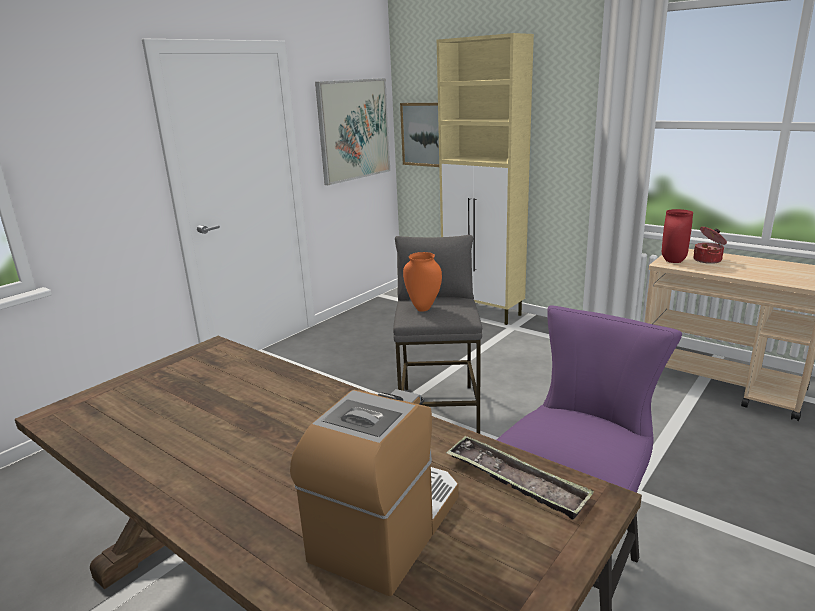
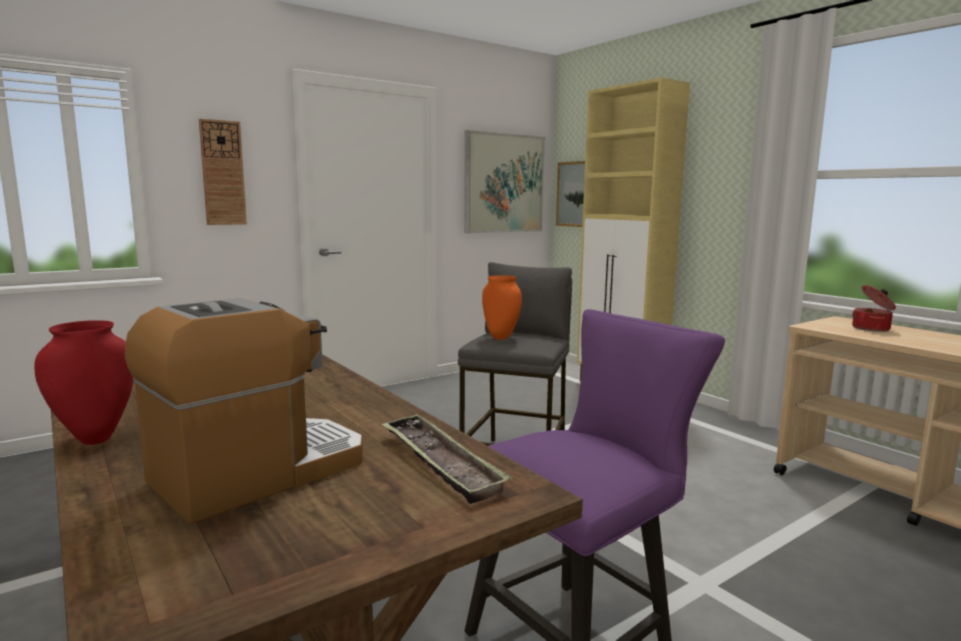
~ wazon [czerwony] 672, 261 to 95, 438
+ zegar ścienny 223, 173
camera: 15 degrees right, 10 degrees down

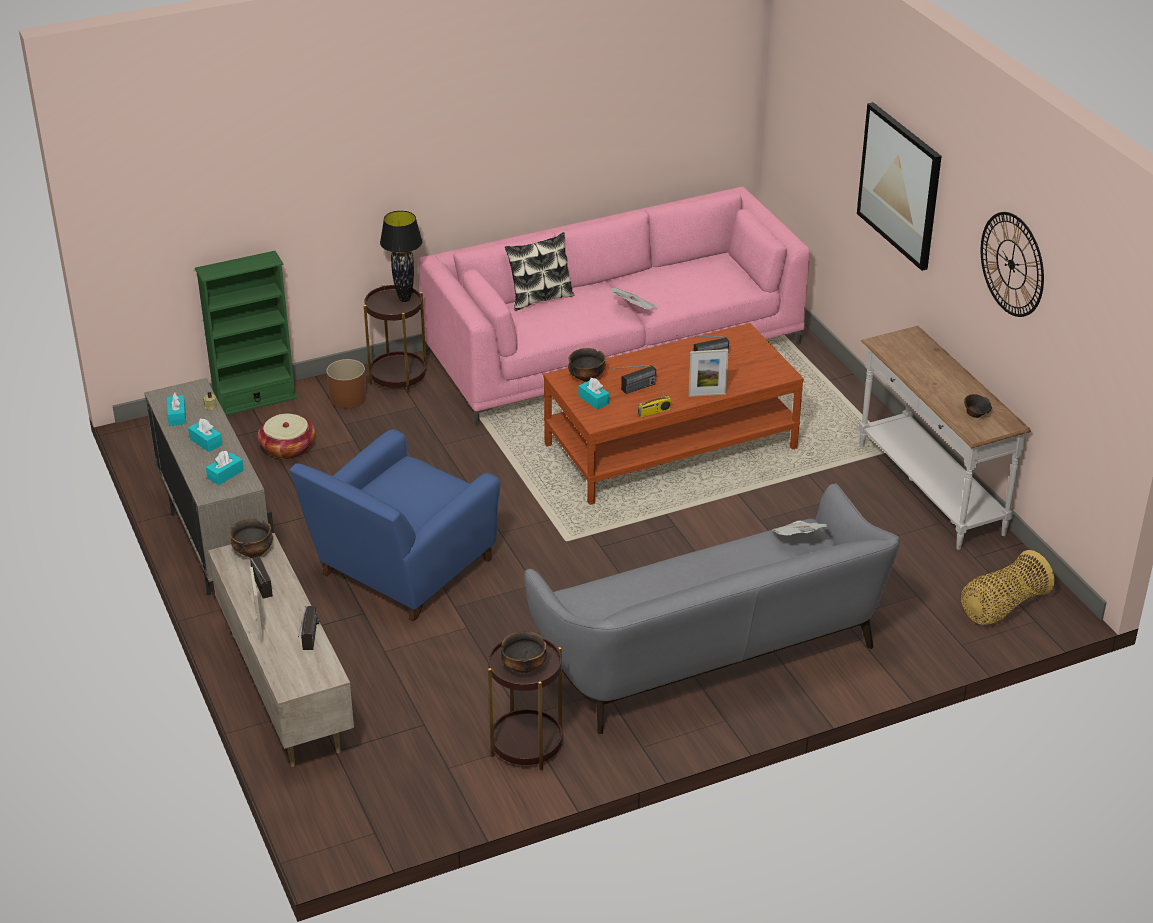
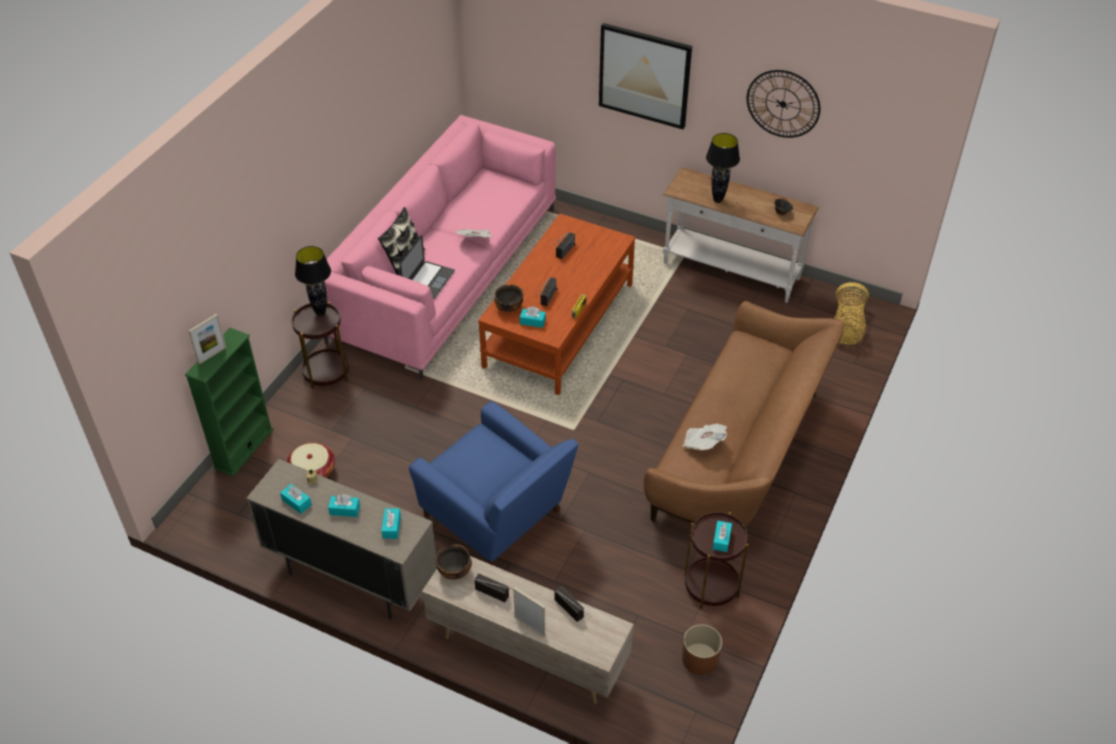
~ fotel [niebieski] 401, 571 = 498, 516 45 degrees counterclockwise
~ donica [brązowy] 347, 398 to 699, 659
~ miska 523, 667 to pudełko chusteczek [turkusowy] 721, 539
~ kanapa [szary] 712, 654 to kanapa [brązowy] 740, 453
~ ramka na zdjęcie 707, 395 to 212, 355
~ gazeta 798, 539 to 703, 443
+ laptop 428, 280
+ lampa stołowa [czarny] 717, 200
camera: 40 degrees left, 10 degrees up

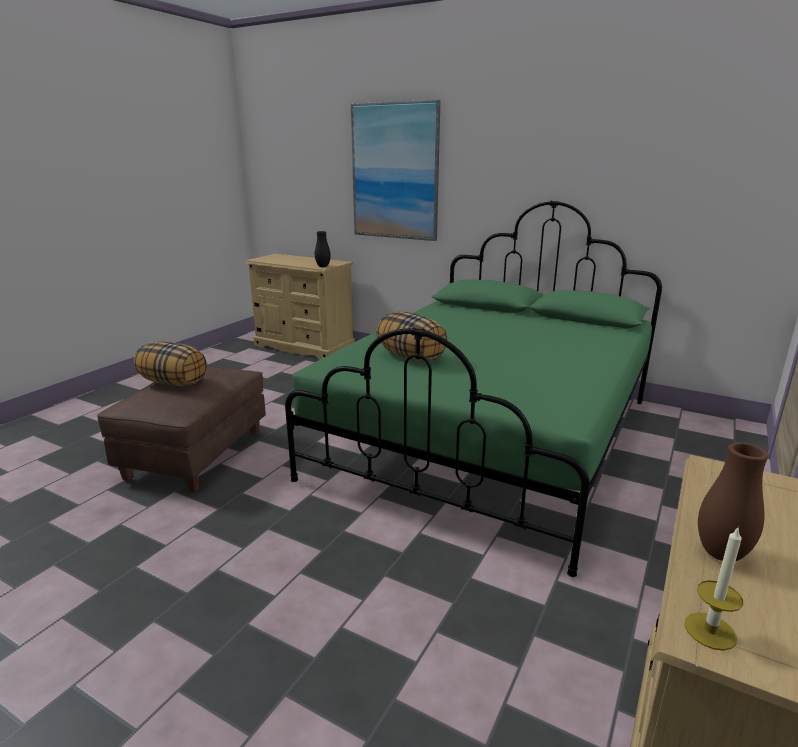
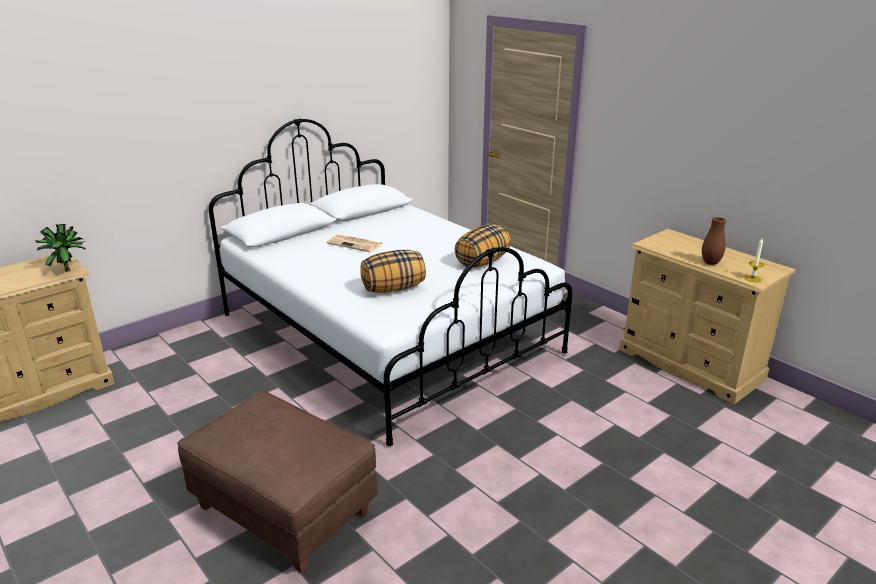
~ poduszka 174, 383 to 482, 262
~ łóżko [zielony] 491, 437 to łóżko [biały] 388, 333
~ wazon [czarny] 323, 266 to roślina doniczkowa 67, 270
- obraz 395, 172
+ gazeta 355, 244
camera: 70 degrees left, 5 degrees up

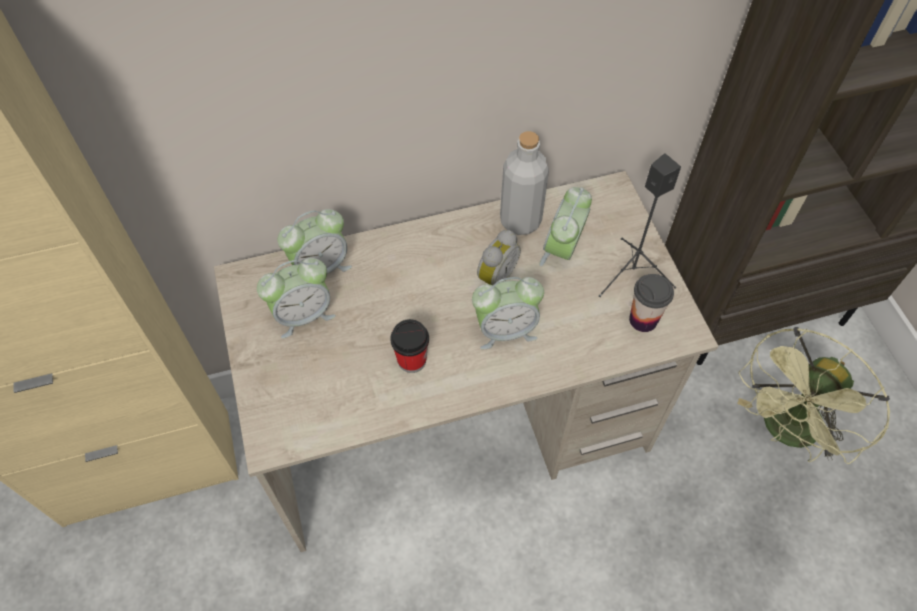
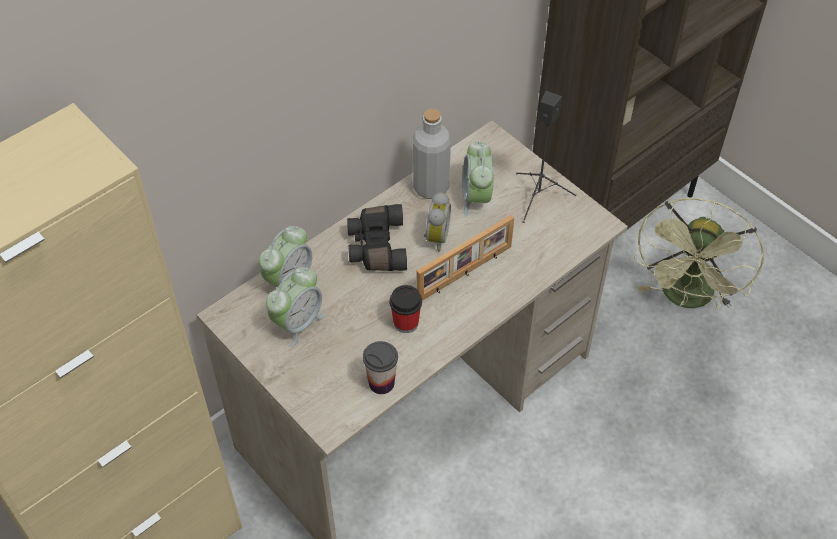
~ budzik 505, 330 to ramka na zdjęcie 465, 273
~ filiżanka 643, 320 to 381, 383
+ lornetka [czarny] 376, 246
camera: 25 degrees left, 5 degrees down

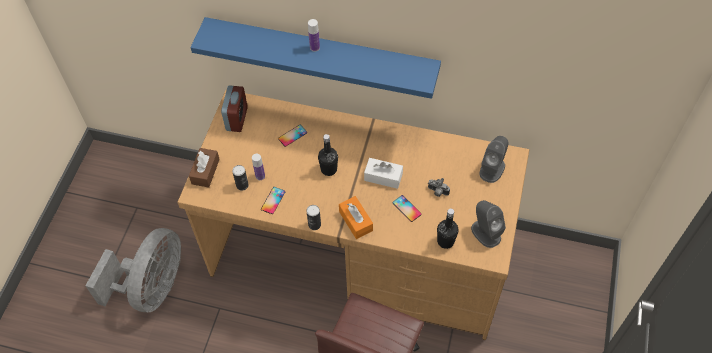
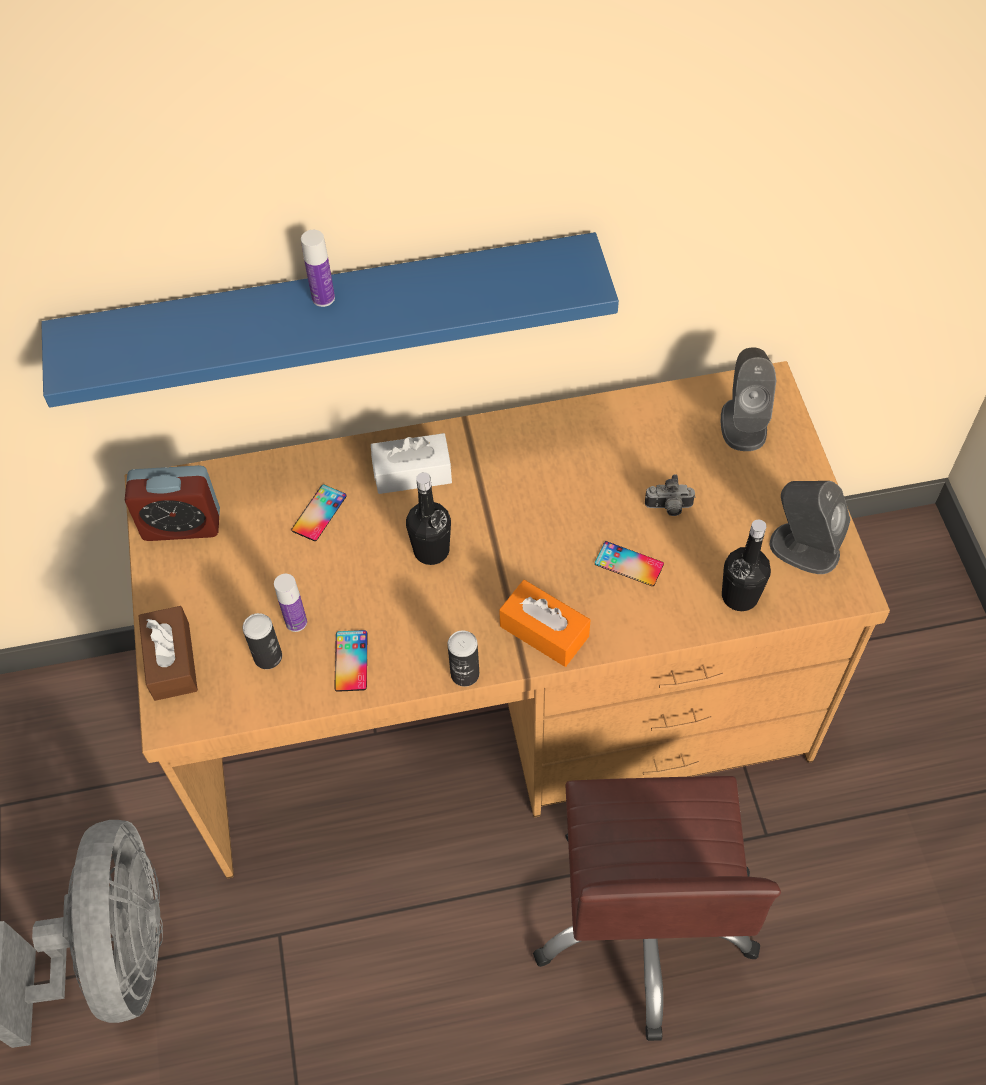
~ budzik 237, 119 = 182, 525 105 degrees clockwise
~ pudełko chusteczek [biały] 383, 177 to 412, 473
camera: 25 degrees left, 0 degrees up

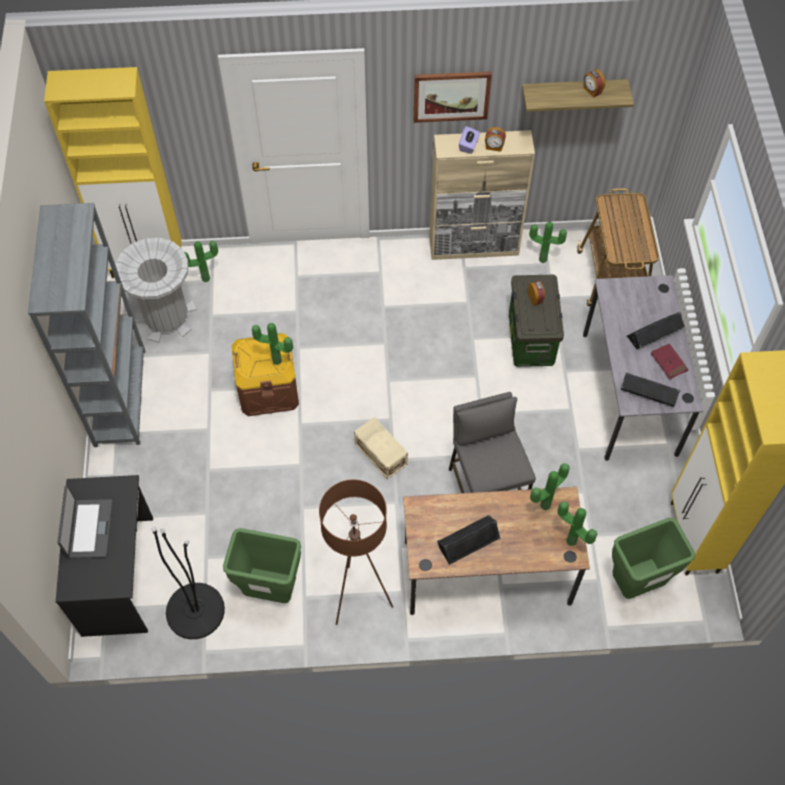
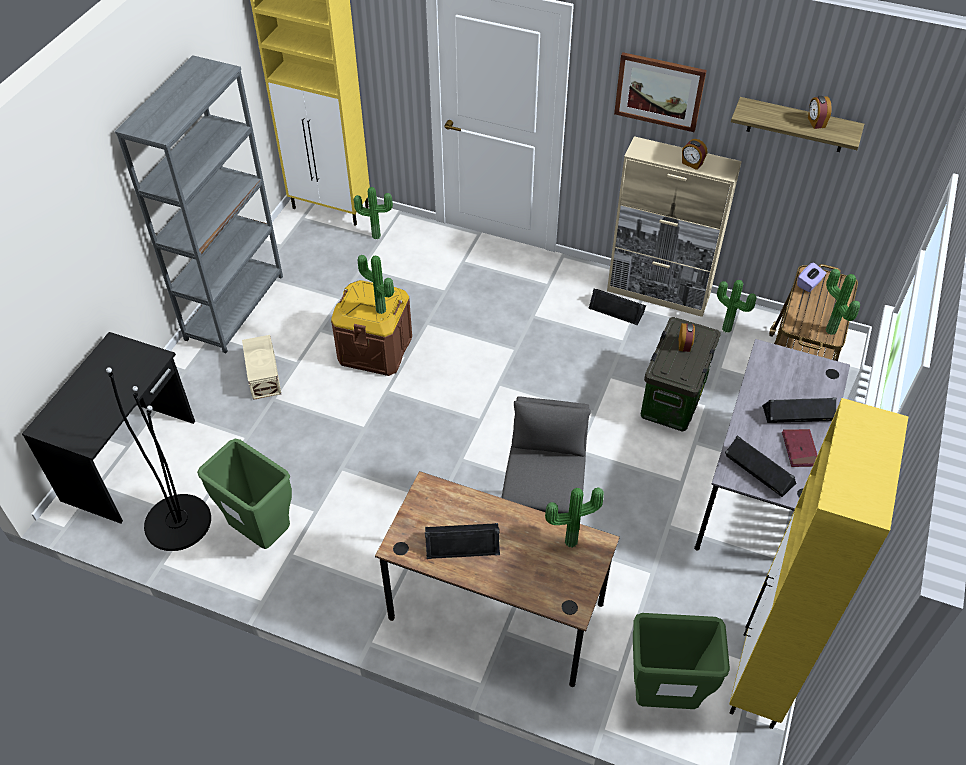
- laptop 89, 529
- kosz na śmieci [szary] 166, 317
- lampa stojąca [brązowy] 359, 598
~ pojemnik do przechowywania [beżowy] 381, 452 to 264, 375
~ pudełko chusteczek [fioletowy] 468, 145 to 809, 284
~ roślina doniczkowa 570, 543 to 829, 331
+ głośnik [czarny] 617, 309
camera: 25 degrees right, 10 degrees down

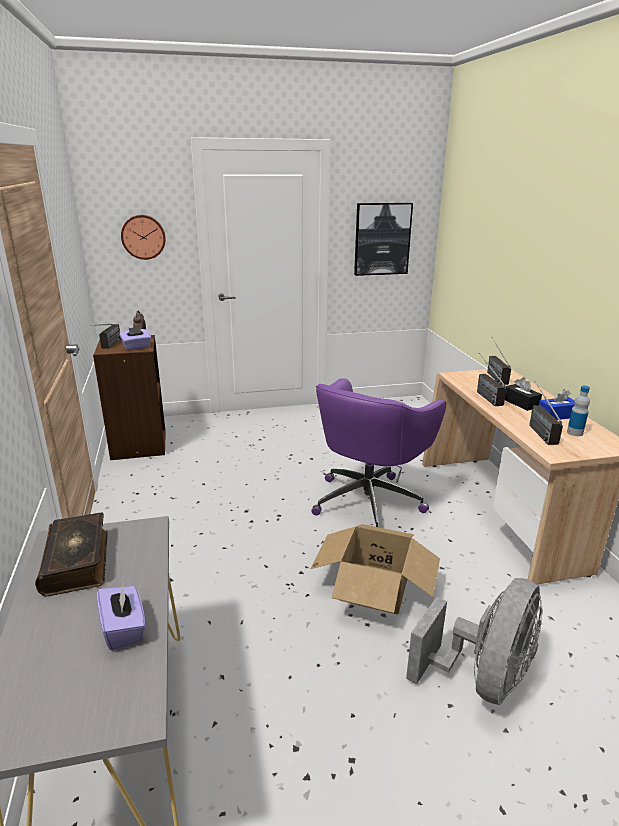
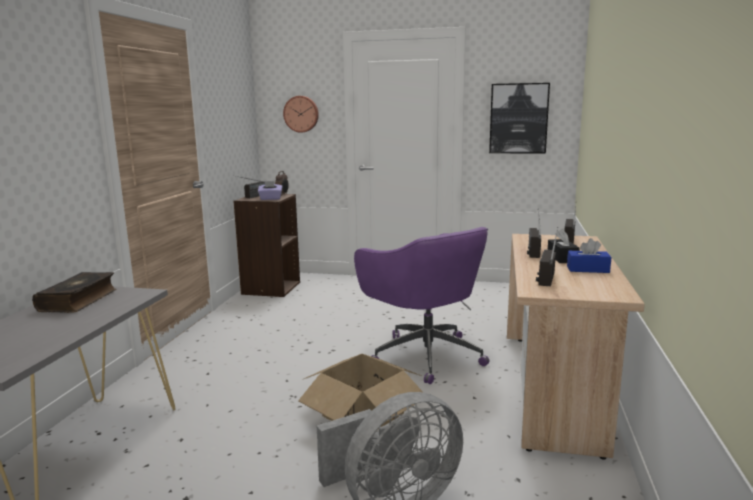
- pudełko chusteczek [fioletowy] 124, 629
~ krzesło biurowe [fioletowy] 369, 501 = 425, 354 90 degrees counterclockwise
- butelka 574, 433
camera: 25 degrees right, 10 degrees down

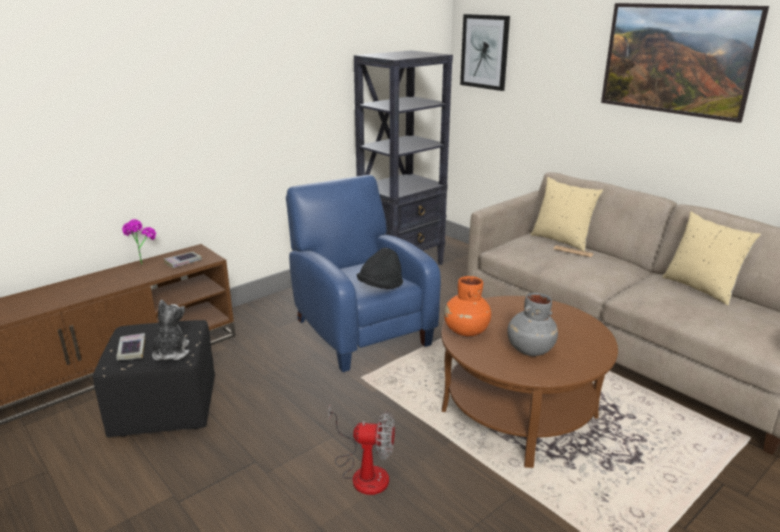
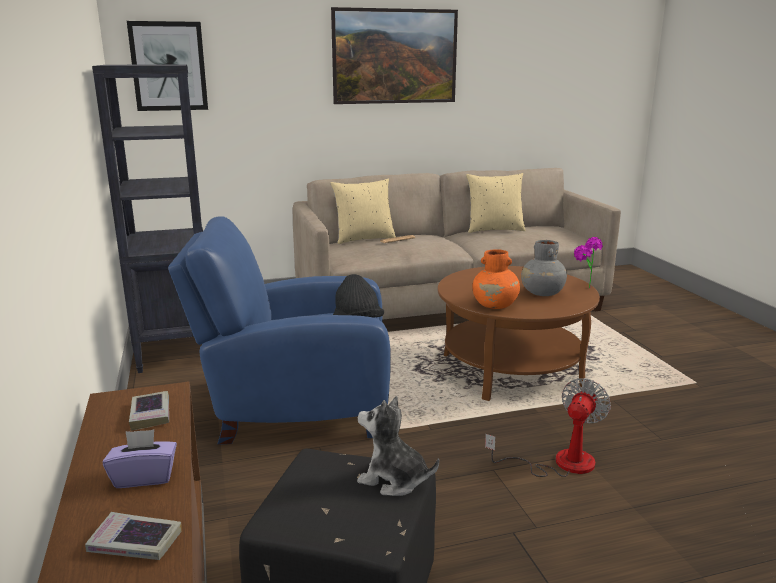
~ książka 131, 350 to 135, 543
~ roślina doniczkowa 143, 262 to 582, 287
+ pudełko chusteczek [fioletowy] 144, 477
camera: 65 degrees left, 5 degrees down

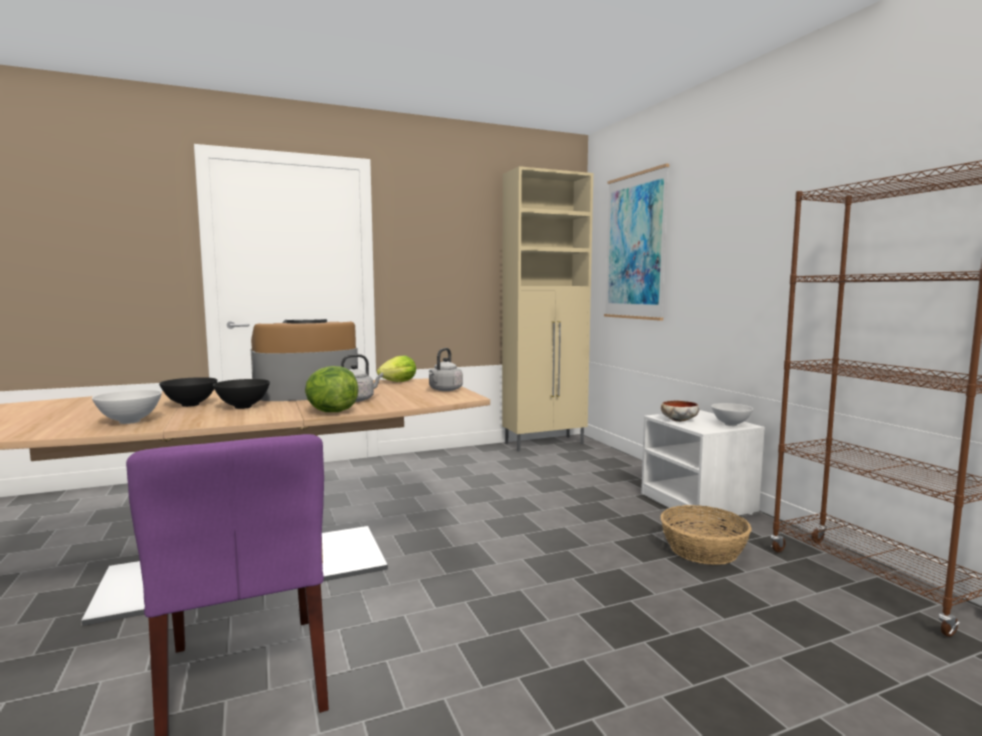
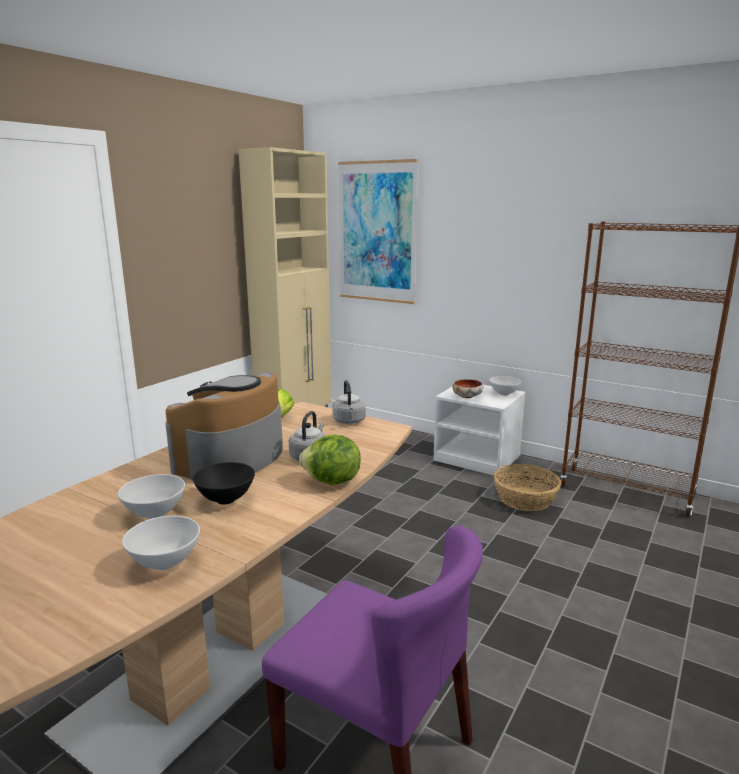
~ miska [czarny] 191, 405 to miska [biały] 155, 514
camera: 35 degrees left, 10 degrees up

